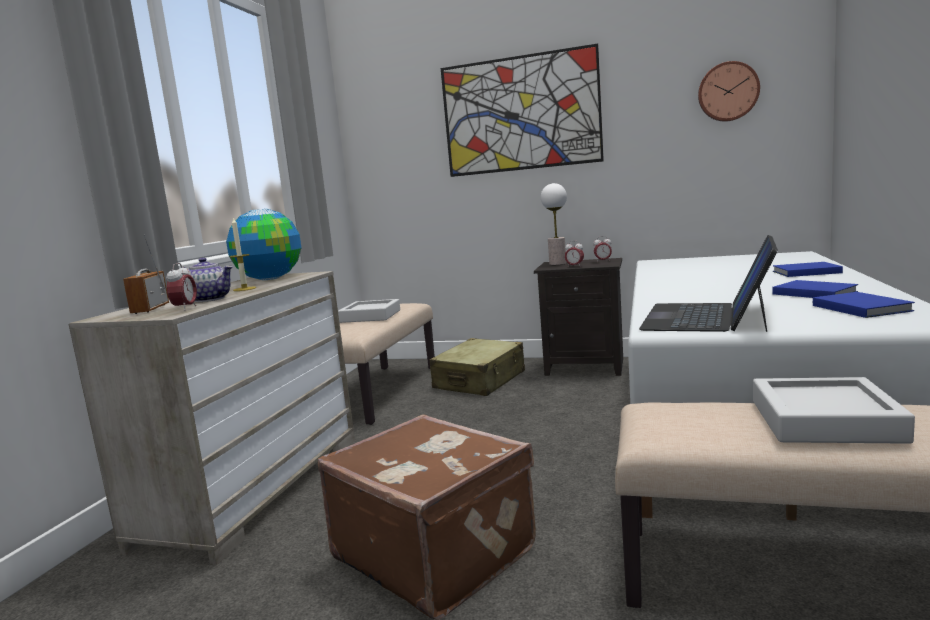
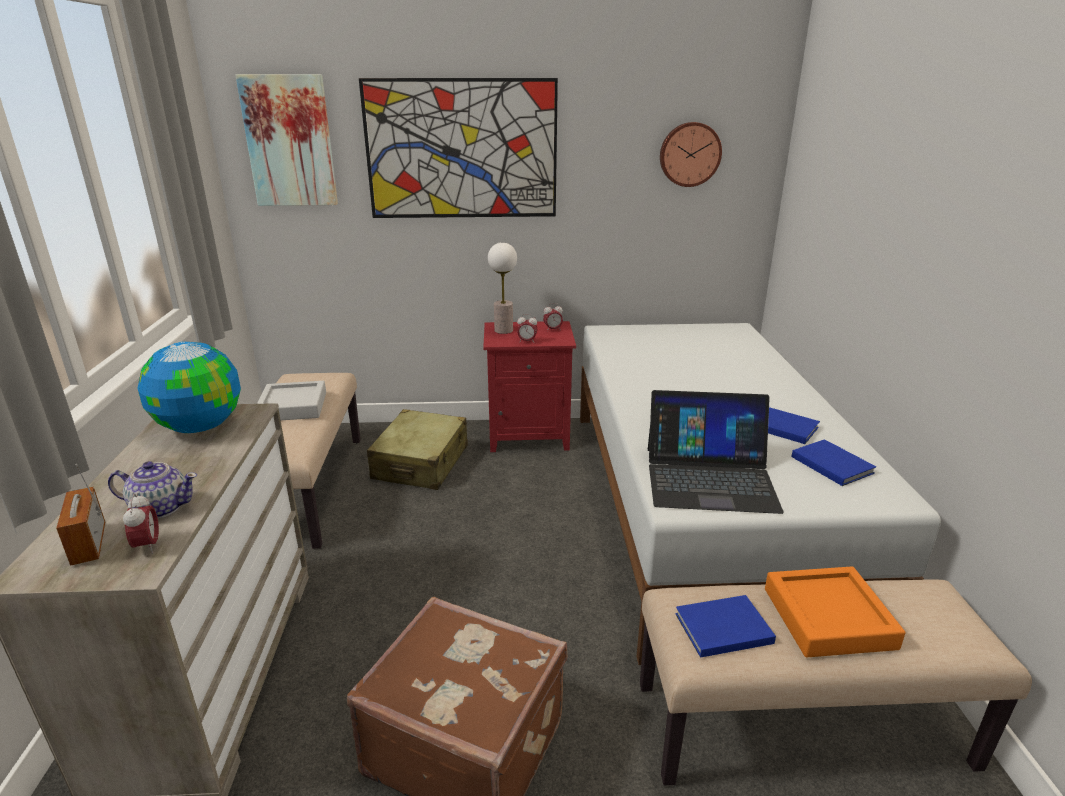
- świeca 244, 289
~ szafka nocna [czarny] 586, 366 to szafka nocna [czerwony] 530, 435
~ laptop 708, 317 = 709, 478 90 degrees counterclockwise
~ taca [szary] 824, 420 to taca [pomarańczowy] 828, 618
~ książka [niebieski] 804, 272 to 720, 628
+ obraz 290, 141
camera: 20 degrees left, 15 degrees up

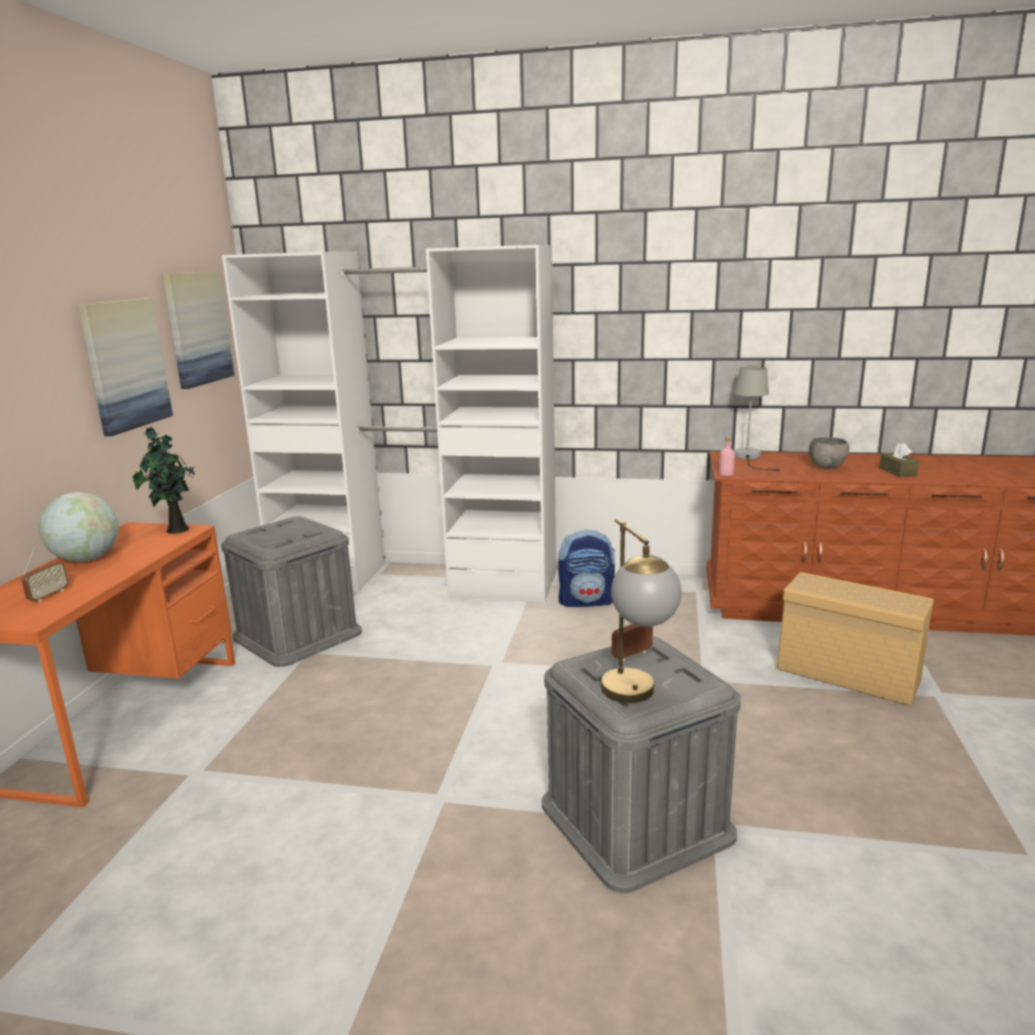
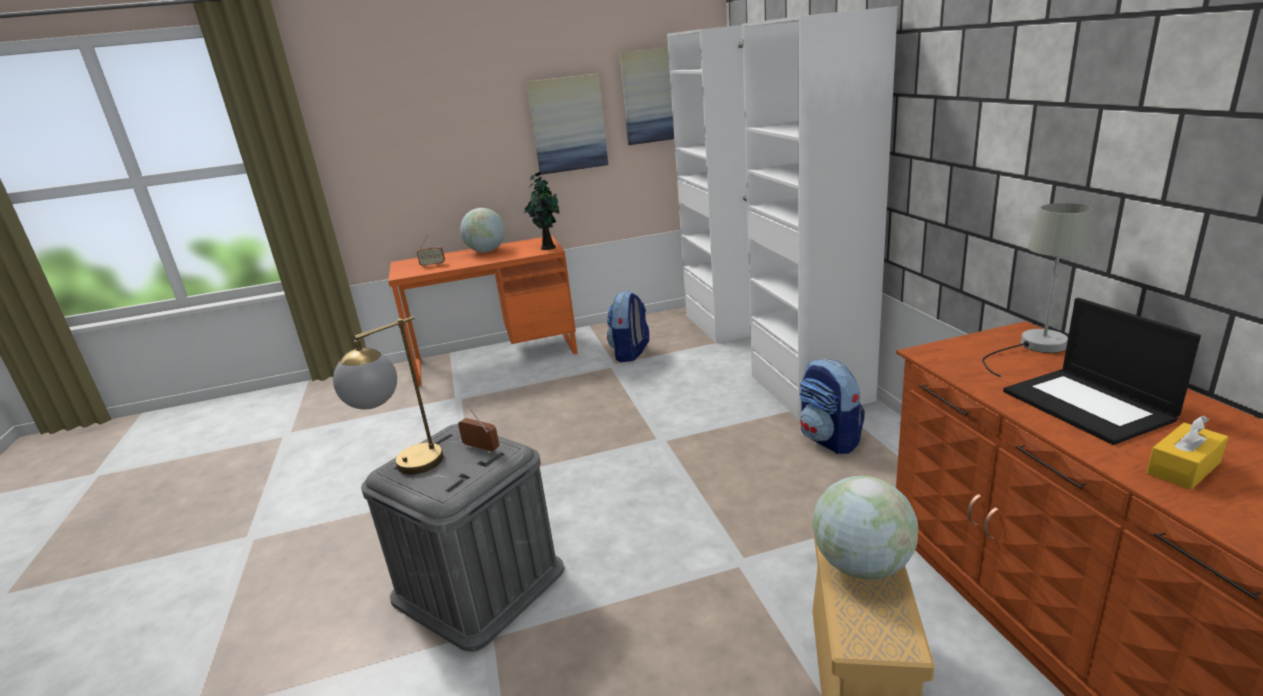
~ pojemnik do przechowywania [szary] 297, 634 to plecak 631, 353
- butelka [różowy] 726, 473
~ miska [szary] 827, 467 to laptop 1089, 405
~ pudełko chusteczek [brązowy] 897, 472 to pudełko chusteczek [żółty] 1183, 468
+ globus 862, 566
camera: 65 degrees right, 5 degrees up

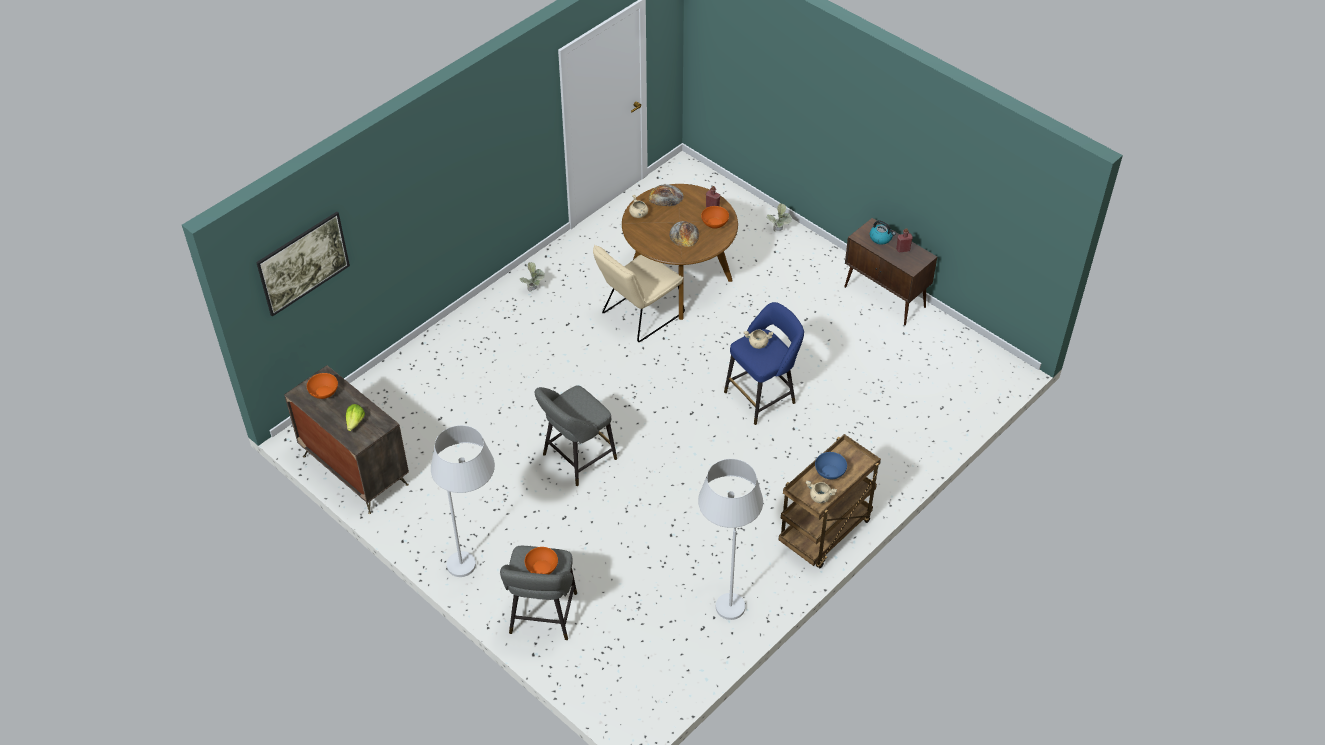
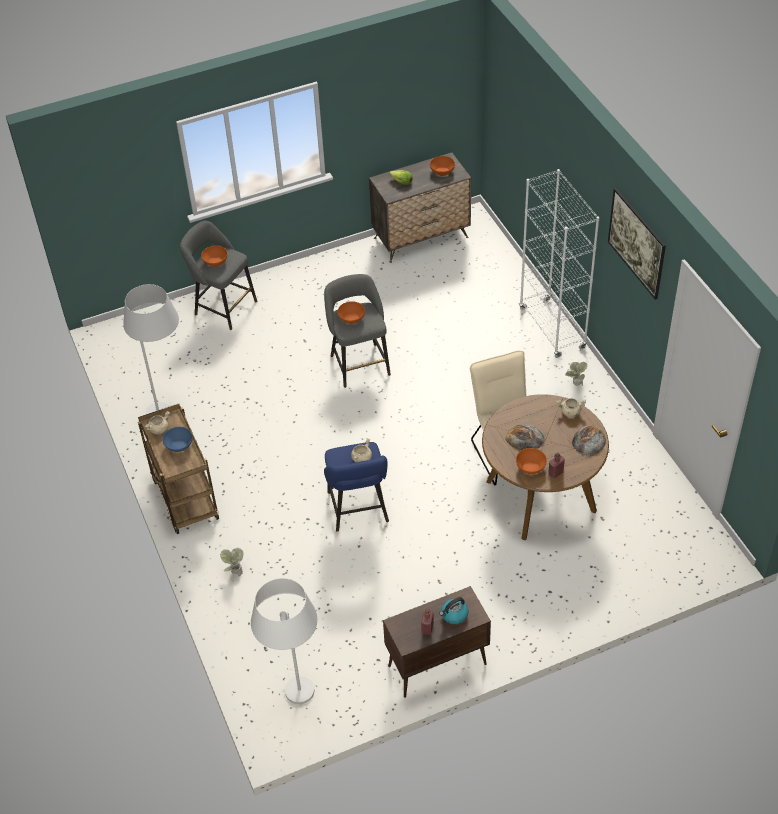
~ obraz 306, 276 to 635, 256
~ lampa stojąca [biały] 477, 560 to 298, 706
~ roślina doniczkowa 778, 231 to 234, 572
+ miska [pomarańczowy] 351, 318
+ regał [biały] 552, 329
camera: 115 degrees right, 0 degrees up

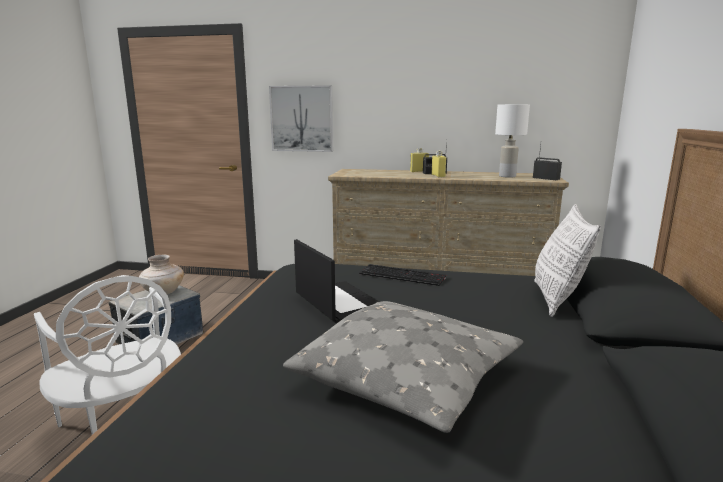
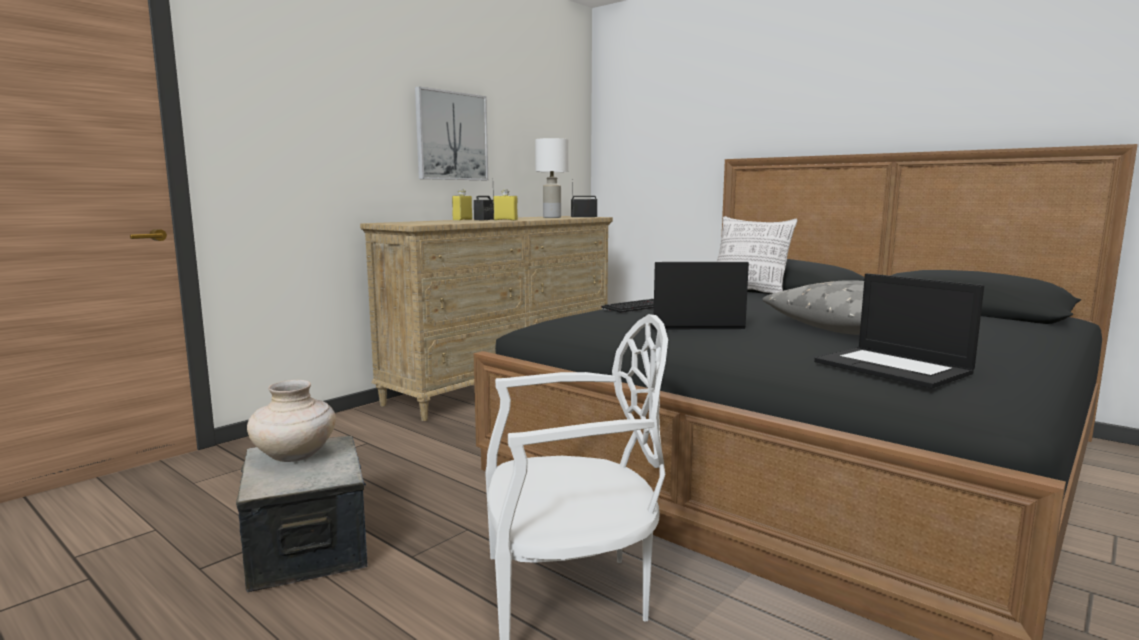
~ obraz 302, 119 to 451, 136
+ laptop 894, 367
camera: 60 degrees left, 5 degrees down

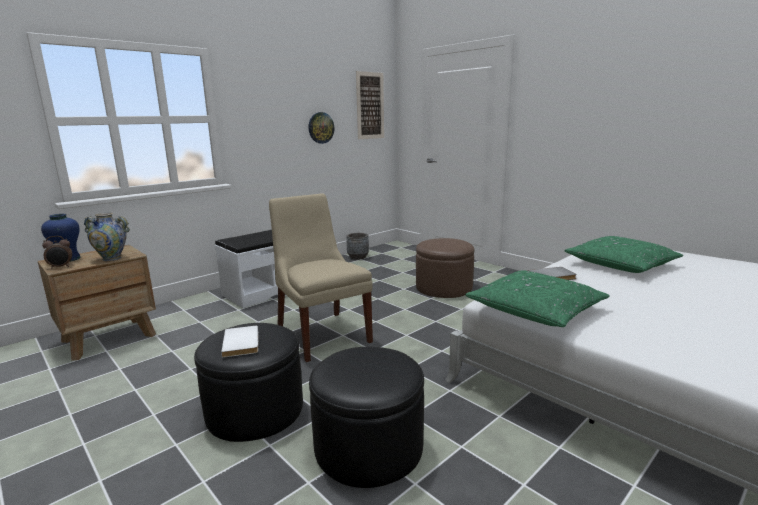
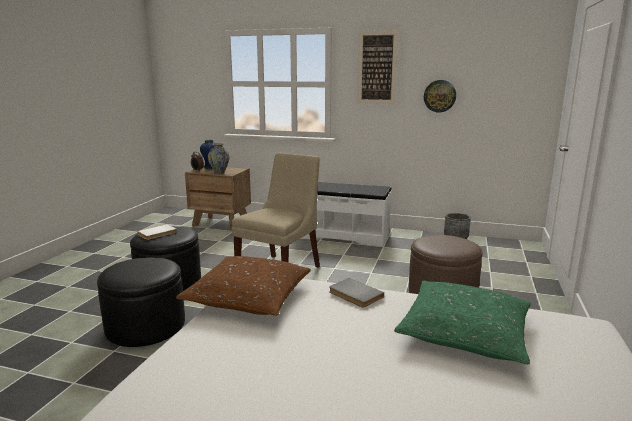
~ obraz 370, 106 to 377, 67
~ poduszka [zielony] 535, 310 to poduszka [brązowy] 249, 297
camera: 60 degrees right, 0 degrees up

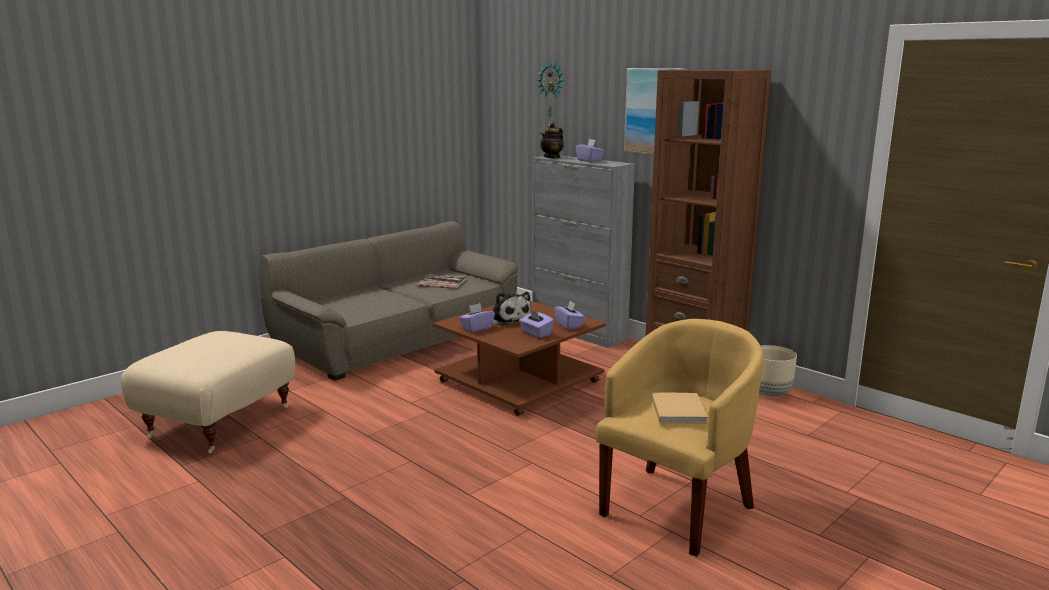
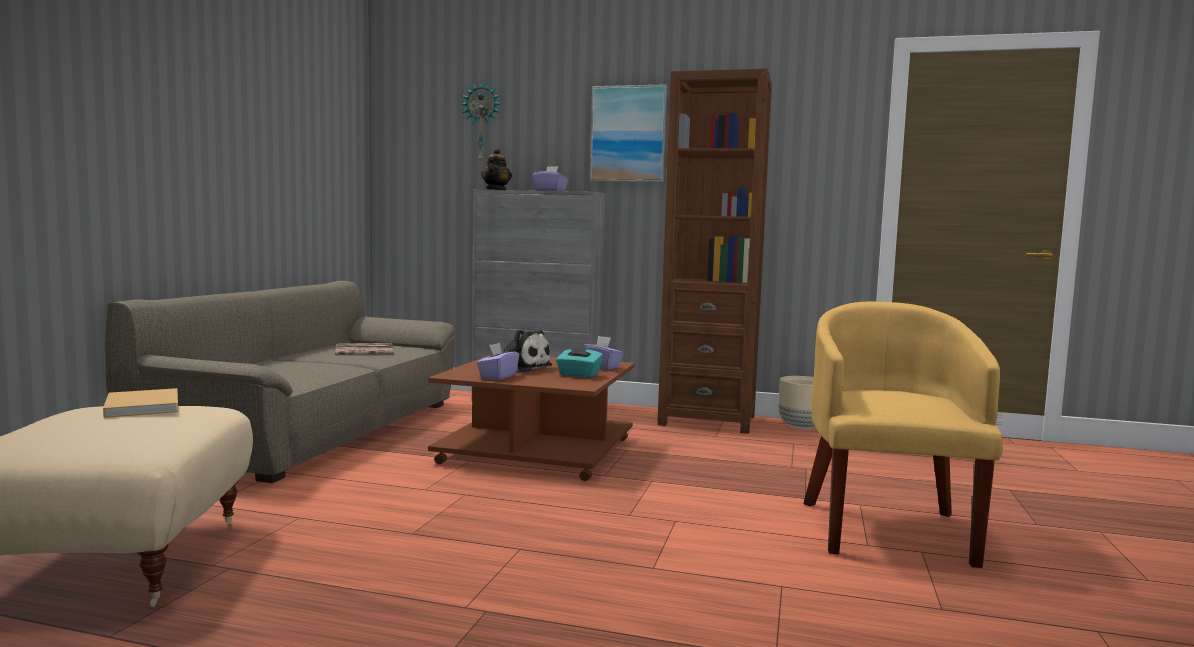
~ pudełko chusteczek [fioletowy] 536, 334 to pudełko chusteczek [turkusowy] 578, 375
~ książka [beżowy] 678, 409 to 142, 406
camera: 30 degrees left, 10 degrees down

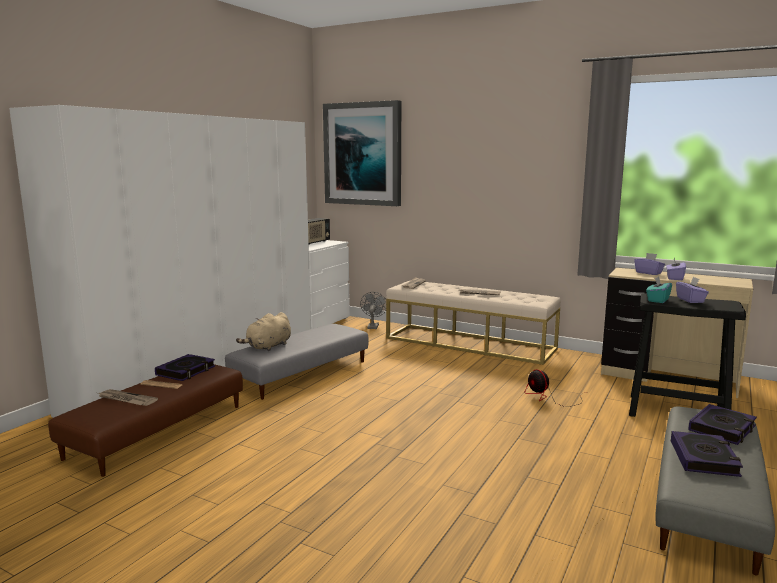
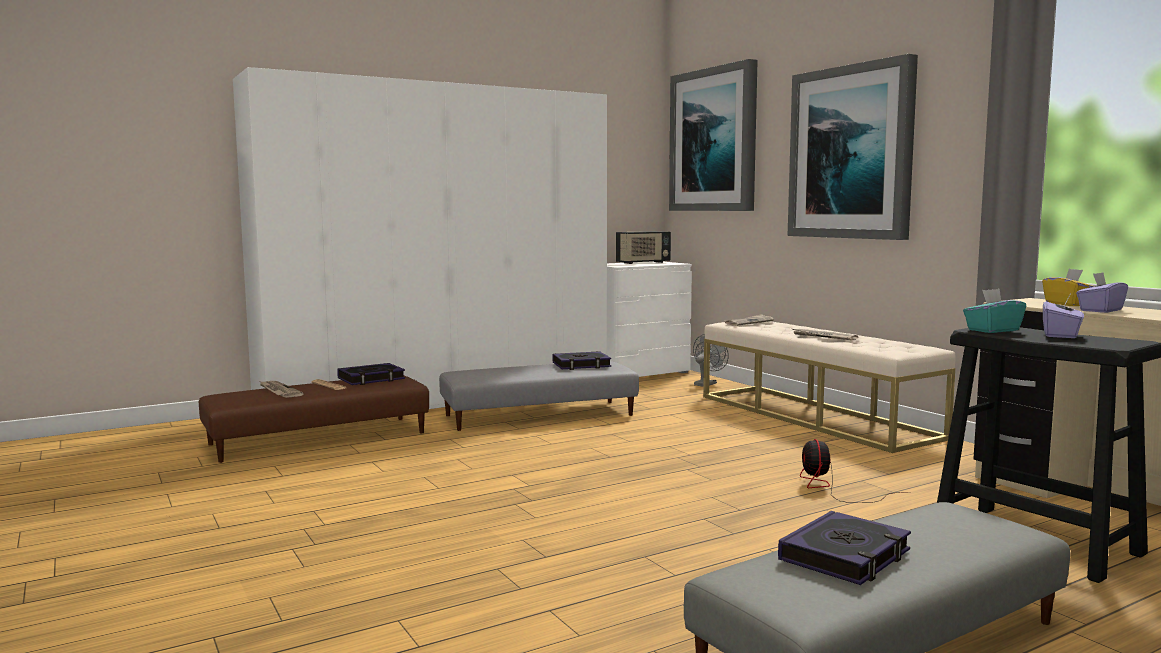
- pluszak [beżowy] 268, 347
~ pudełko chusteczek [fioletowy] 648, 273 to pudełko chusteczek [żółty] 1069, 304
~ książka 722, 429 to 581, 365
+ obraz 851, 153
camera: 30 degrees right, 5 degrees down

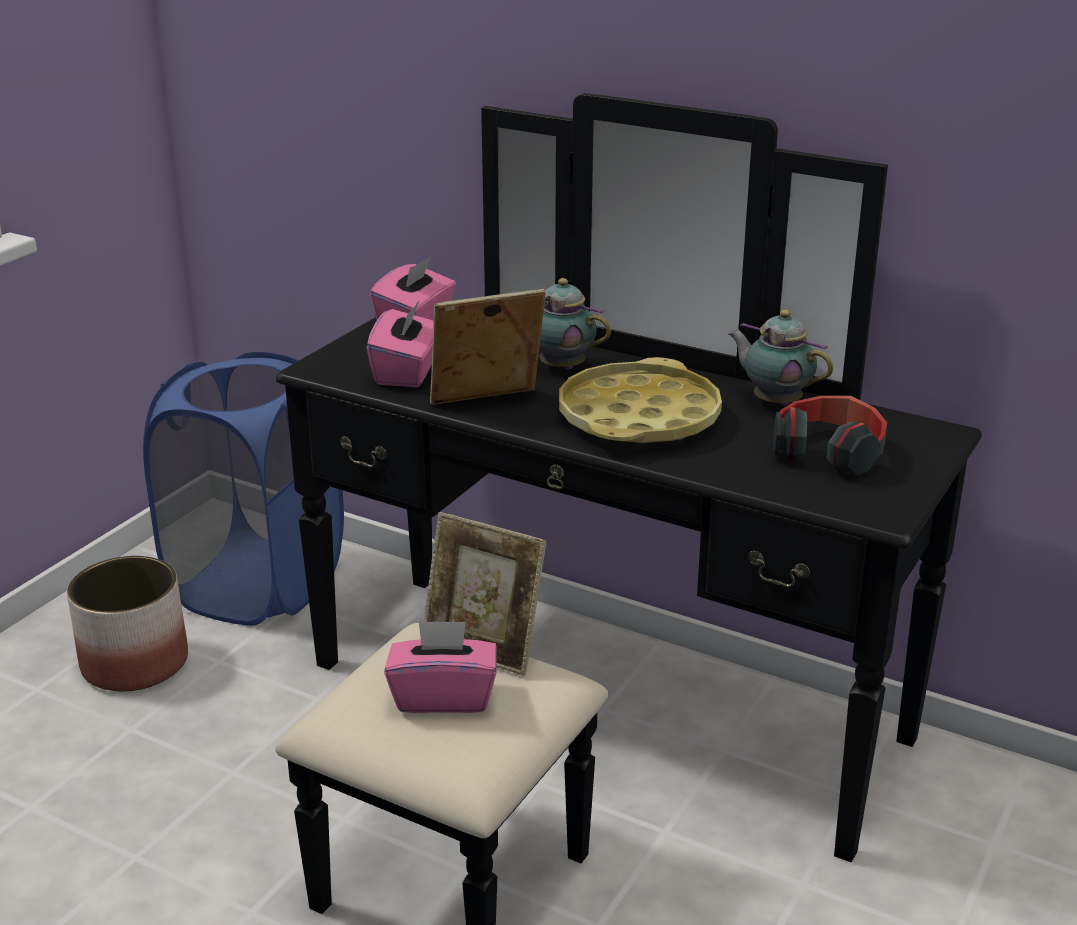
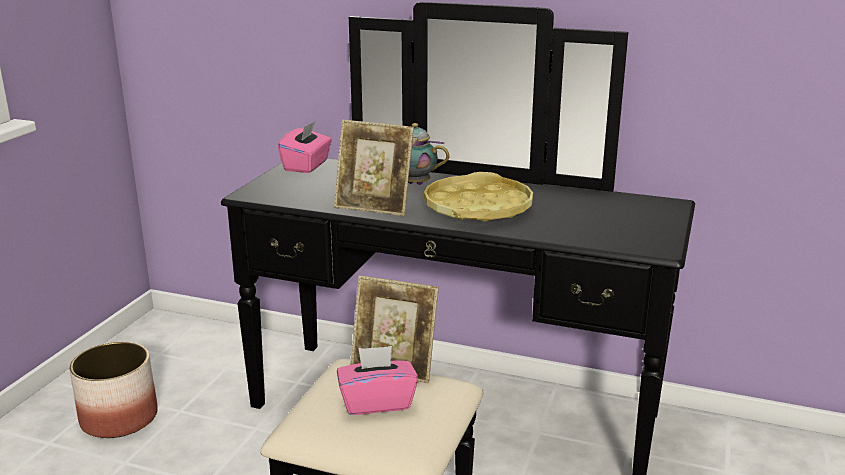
- kosz na pranie [niebieski] 258, 584
- pudełko chusteczek [różowy] 407, 372
~ ramka na zdjęcie 487, 405 = 374, 207 135 degrees counterclockwise
- imbryk 774, 401
- słuchawki 829, 452
camera: 10 degrees left, 5 degrees down

